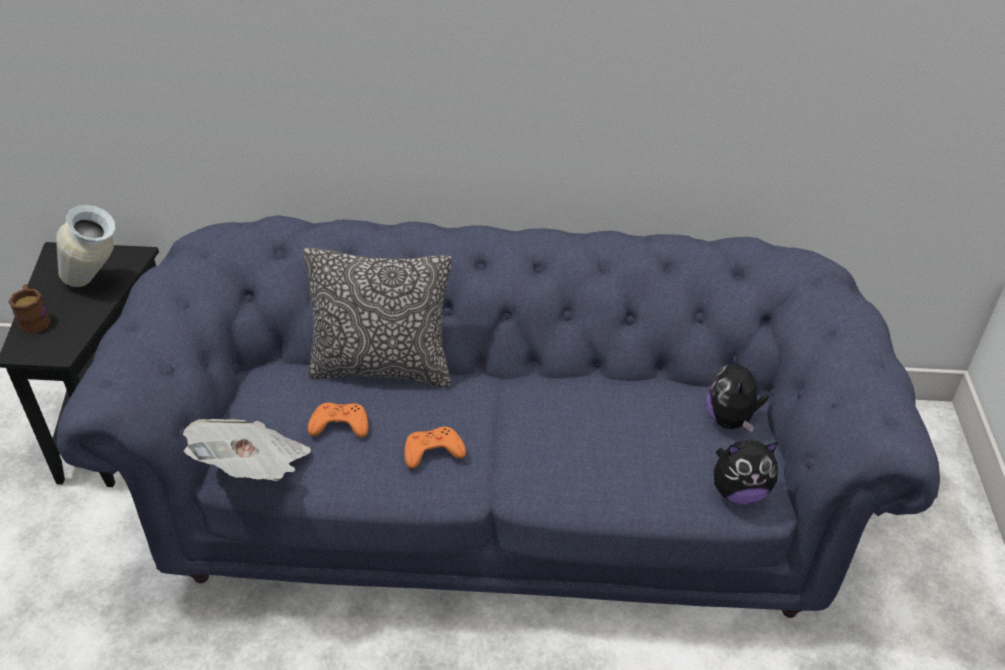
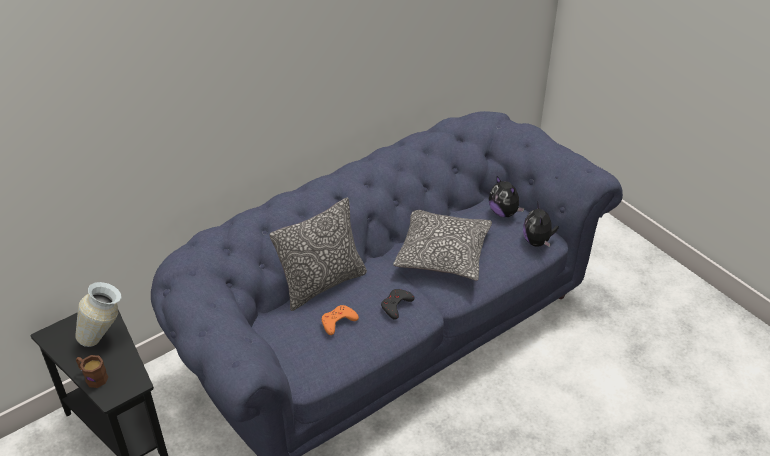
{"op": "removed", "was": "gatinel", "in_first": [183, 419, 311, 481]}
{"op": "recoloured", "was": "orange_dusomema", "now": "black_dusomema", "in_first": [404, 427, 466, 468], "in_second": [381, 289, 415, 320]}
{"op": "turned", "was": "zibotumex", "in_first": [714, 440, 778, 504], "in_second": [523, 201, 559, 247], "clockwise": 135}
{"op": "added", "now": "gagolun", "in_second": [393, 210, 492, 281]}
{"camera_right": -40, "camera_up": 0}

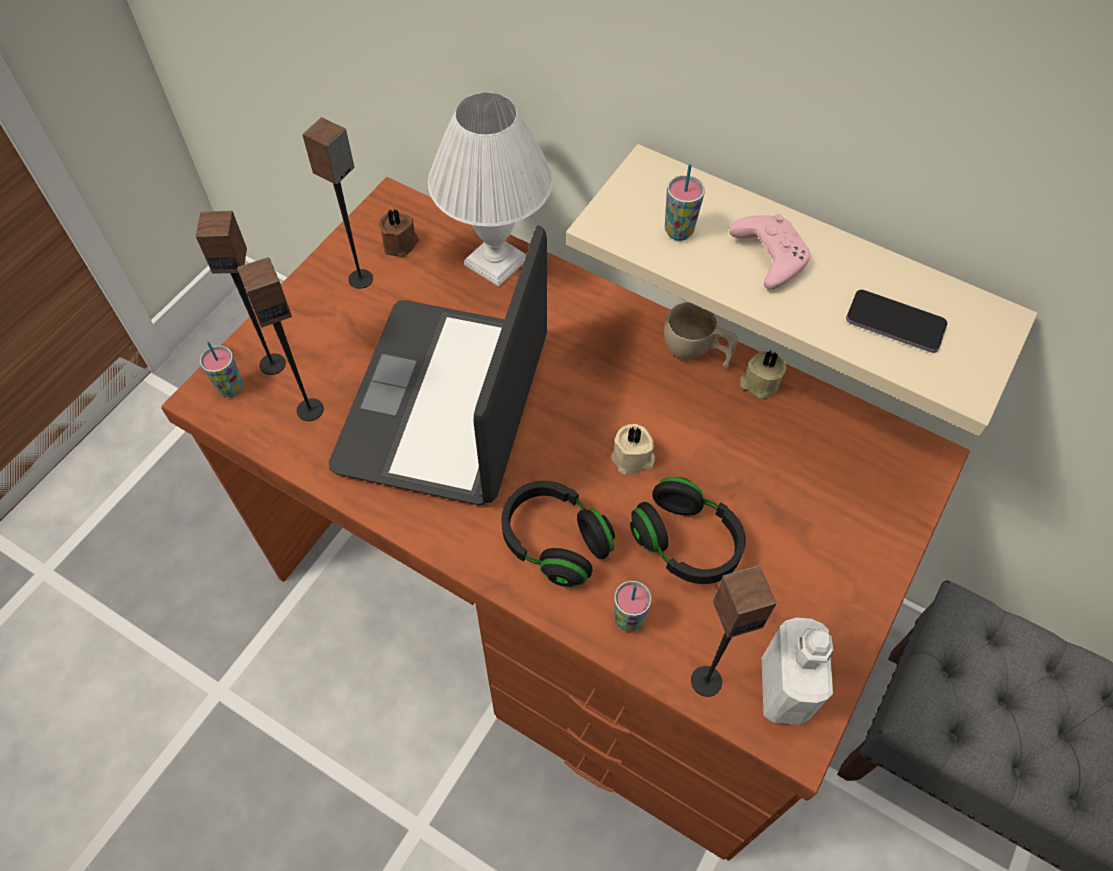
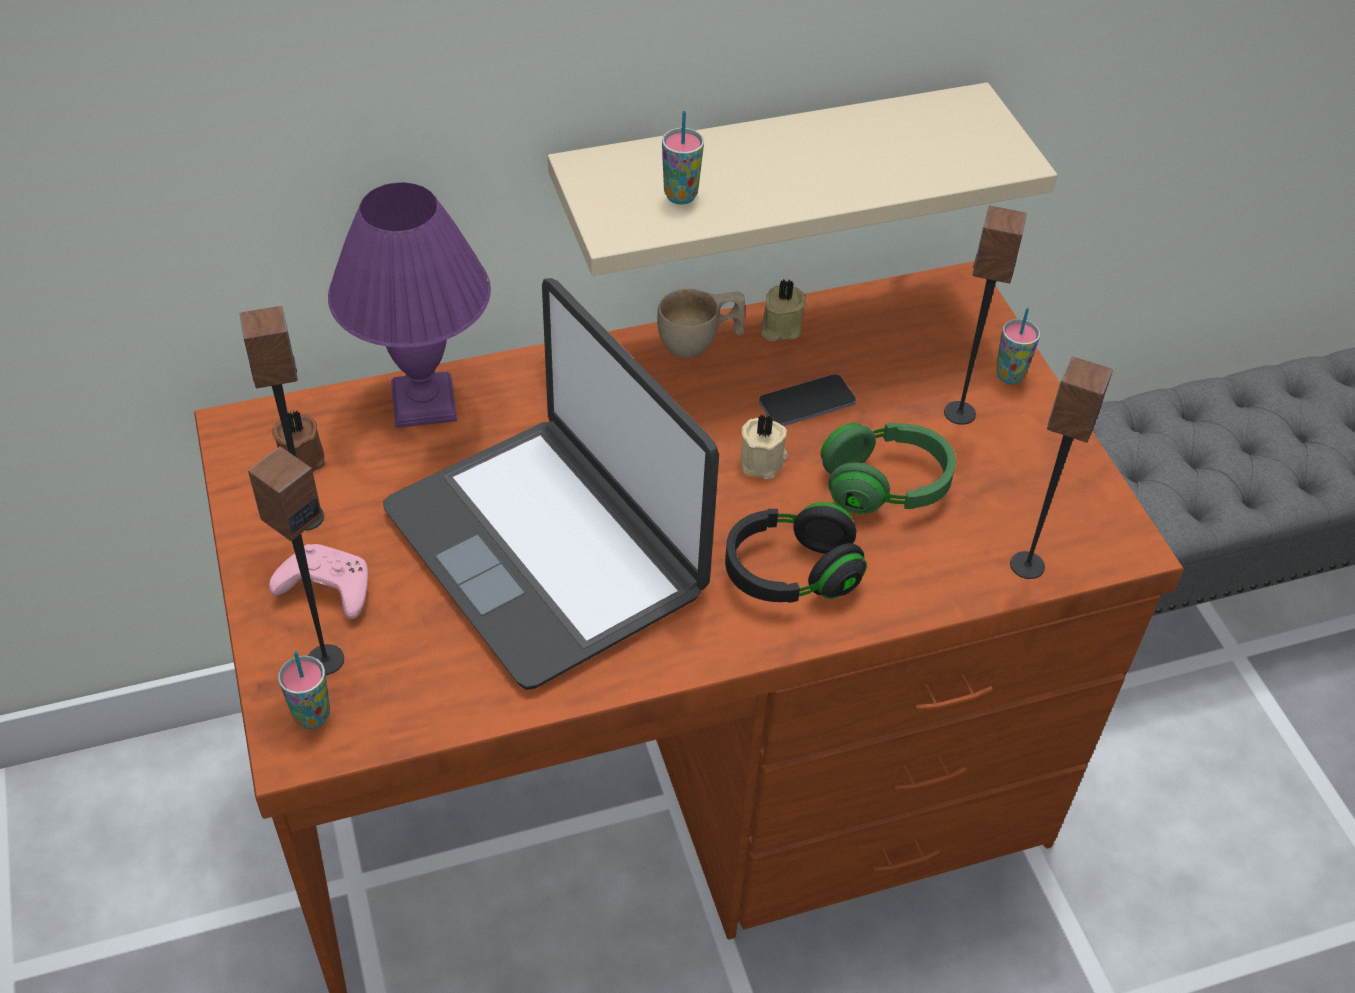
{"op": "moved", "was": "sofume", "in_first": [237, 257, 324, 421], "in_second": [944, 206, 1027, 425]}
{"op": "recoloured", "was": "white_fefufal", "now": "purple_fefufal", "in_first": [428, 93, 553, 287], "in_second": [328, 182, 491, 428]}
{"op": "moved", "was": "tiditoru", "in_first": [614, 581, 652, 632], "in_second": [996, 308, 1040, 384]}
{"op": "recoloured", "was": "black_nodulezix", "now": "green_nodulezix", "in_first": [630, 477, 746, 584], "in_second": [821, 423, 956, 514]}
{"op": "moved", "was": "pink_dusomema", "in_first": [729, 214, 810, 289], "in_second": [269, 544, 368, 619]}
{"op": "removed", "was": "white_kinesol", "in_first": [762, 617, 833, 725]}
{"op": "moved", "was": "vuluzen", "in_first": [846, 290, 947, 353], "in_second": [759, 374, 856, 426]}
{"camera_right": -50, "camera_up": -10}

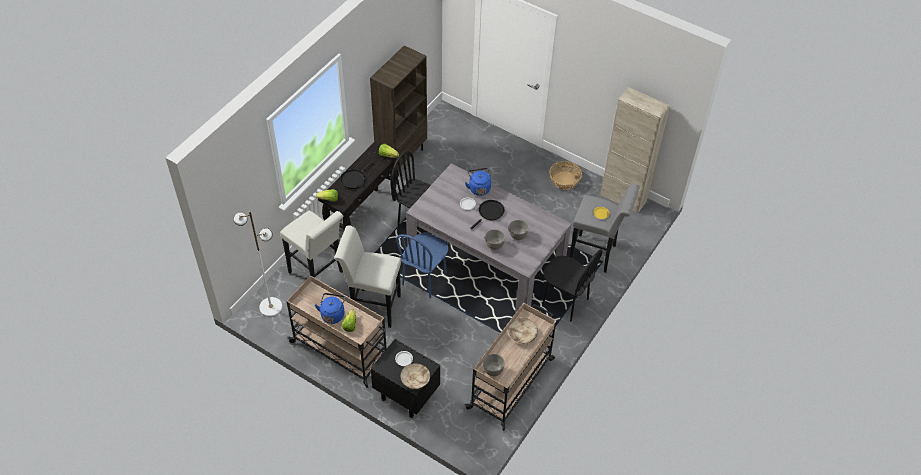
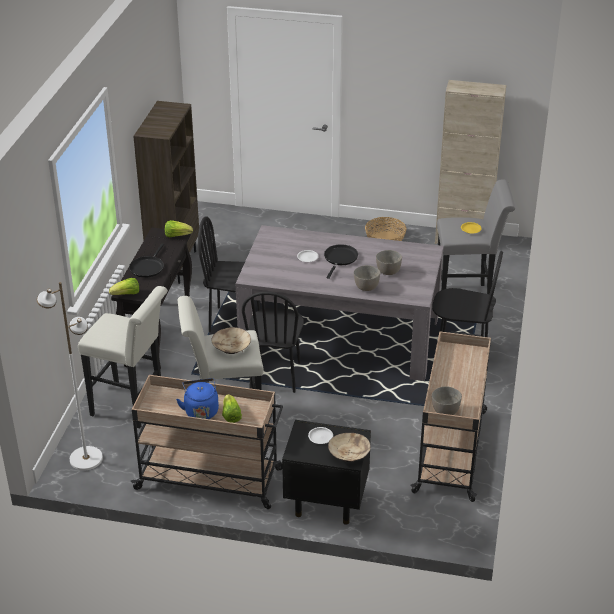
{"op": "recoloured", "was": "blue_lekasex", "now": "black_lekasex", "in_first": [396, 233, 448, 298], "in_second": [242, 291, 304, 393]}
{"op": "removed", "was": "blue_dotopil", "in_first": [465, 168, 491, 196]}
{"op": "moved", "was": "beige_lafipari", "in_first": [509, 318, 538, 344], "in_second": [211, 327, 251, 354]}
{"camera_right": -20, "camera_up": -15}

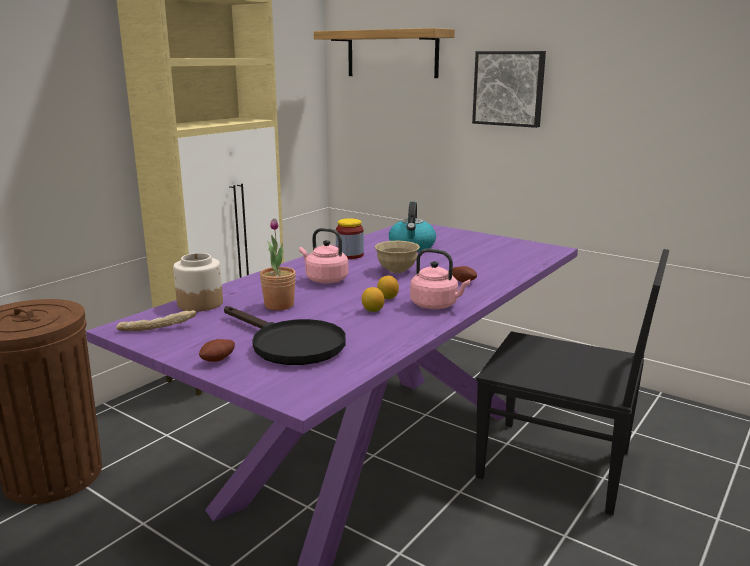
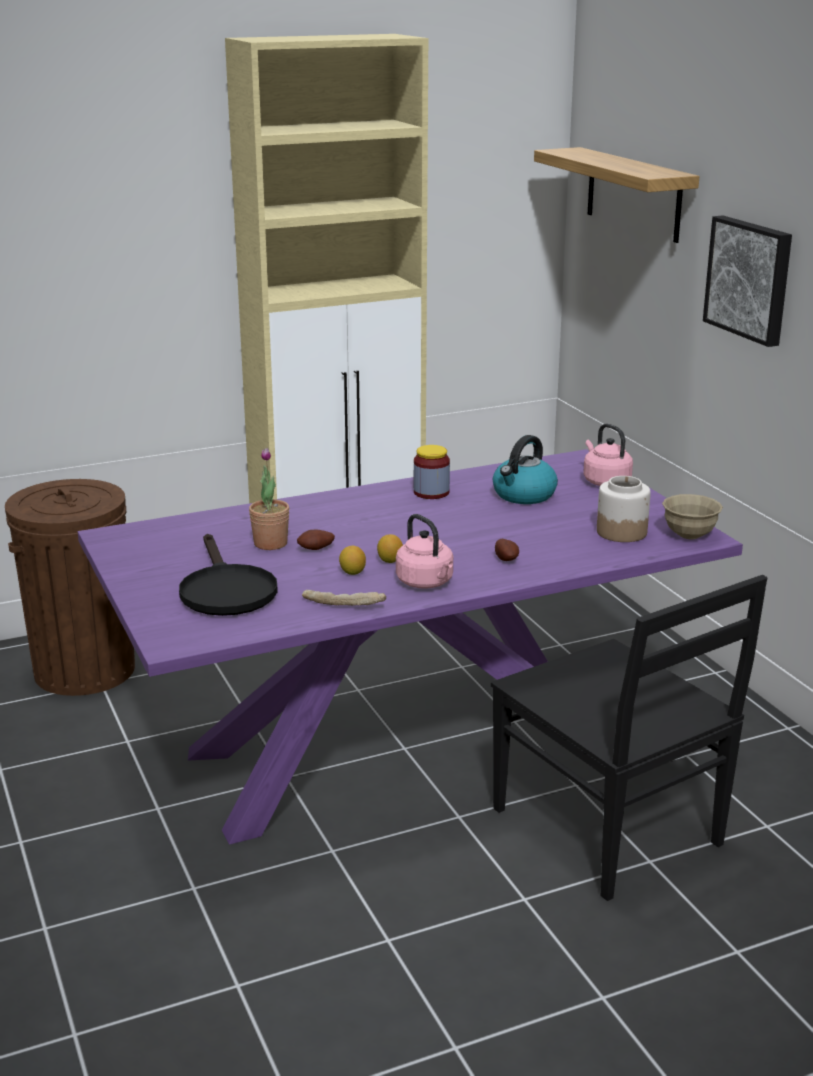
{"op": "moved", "was": "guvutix", "in_first": [116, 310, 196, 331], "in_second": [302, 590, 386, 606]}
{"op": "moved", "was": "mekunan", "in_first": [173, 253, 223, 312], "in_second": [597, 476, 651, 542]}
{"op": "moved", "was": "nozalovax", "in_first": [199, 339, 235, 362], "in_second": [297, 530, 335, 550]}
{"op": "moved", "was": "pink_dotopil", "in_first": [299, 228, 348, 283], "in_second": [583, 423, 633, 486]}
{"op": "moved", "was": "beige_lafipari", "in_first": [375, 240, 420, 273], "in_second": [662, 494, 723, 539]}
{"camera_right": 30, "camera_up": 5}

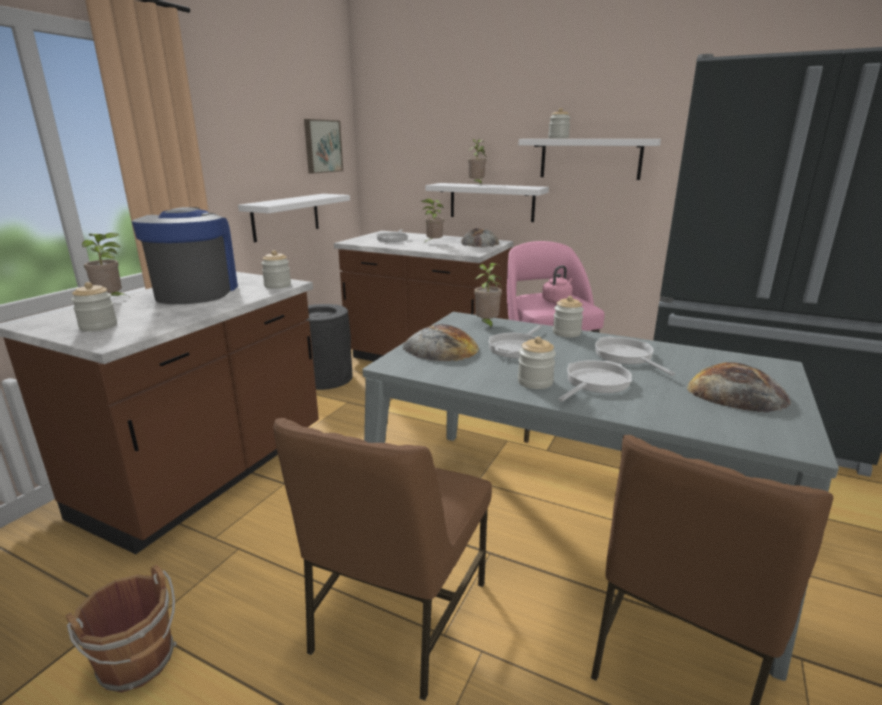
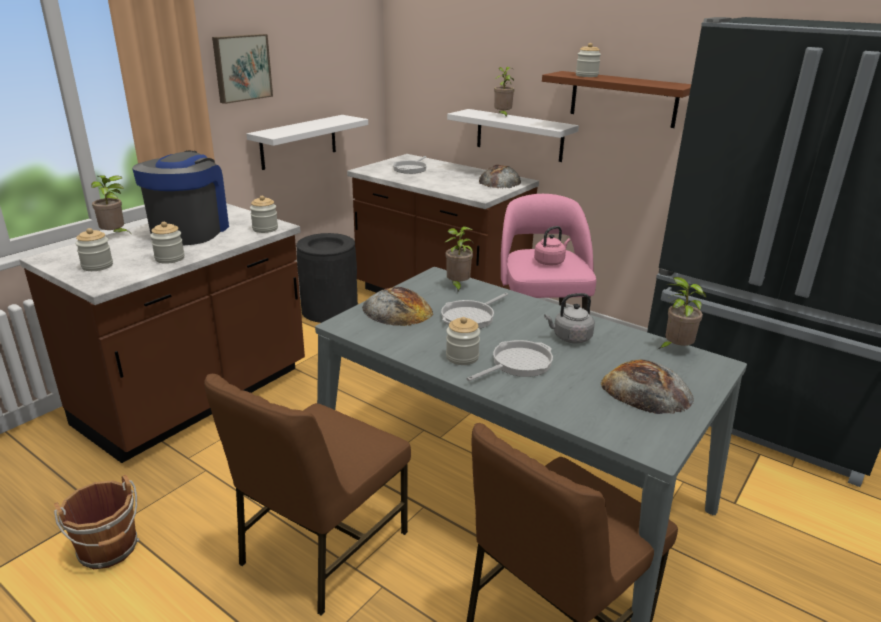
{"op": "moved", "was": "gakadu", "in_first": [304, 119, 343, 174], "in_second": [212, 34, 273, 104]}
{"op": "moved", "was": "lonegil", "in_first": [421, 199, 444, 243], "in_second": [658, 277, 706, 349]}
{"op": "recoloured", "was": "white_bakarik", "now": "brown_bakarik", "in_first": [519, 139, 661, 180], "in_second": [542, 71, 691, 128]}
{"op": "moved", "was": "mekunan", "in_first": [553, 296, 584, 337], "in_second": [150, 222, 185, 264]}
{"op": "replaced", "was": "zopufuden", "now": "grey_dotopil", "in_first": [595, 336, 675, 376], "in_second": [544, 293, 595, 343]}
{"camera_right": 10, "camera_up": 5}

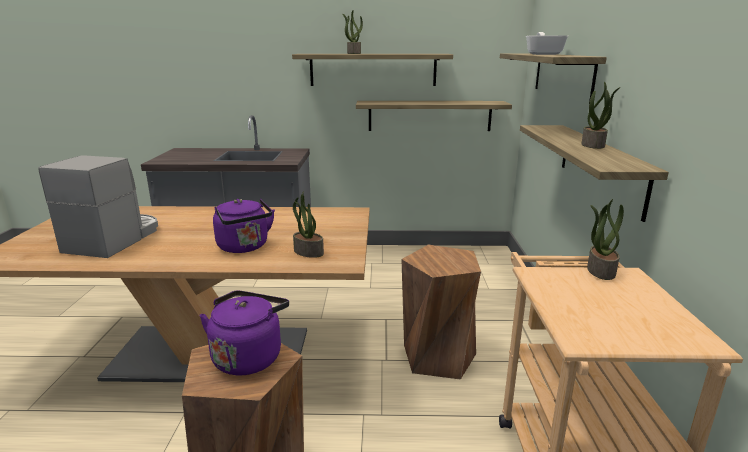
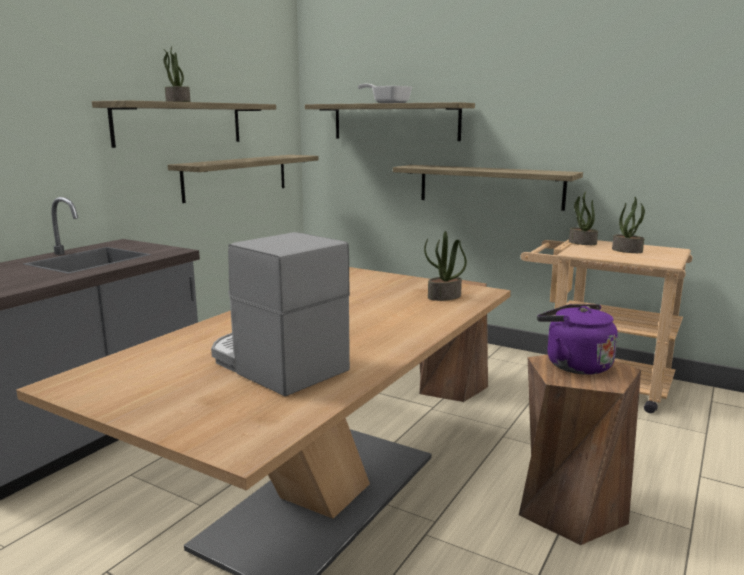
{"op": "removed", "was": "purple_dotopil", "in_first": [213, 199, 275, 253]}
{"op": "moved", "was": "lonegil", "in_first": [581, 82, 621, 149], "in_second": [612, 197, 645, 253]}
{"camera_right": -60, "camera_up": -5}

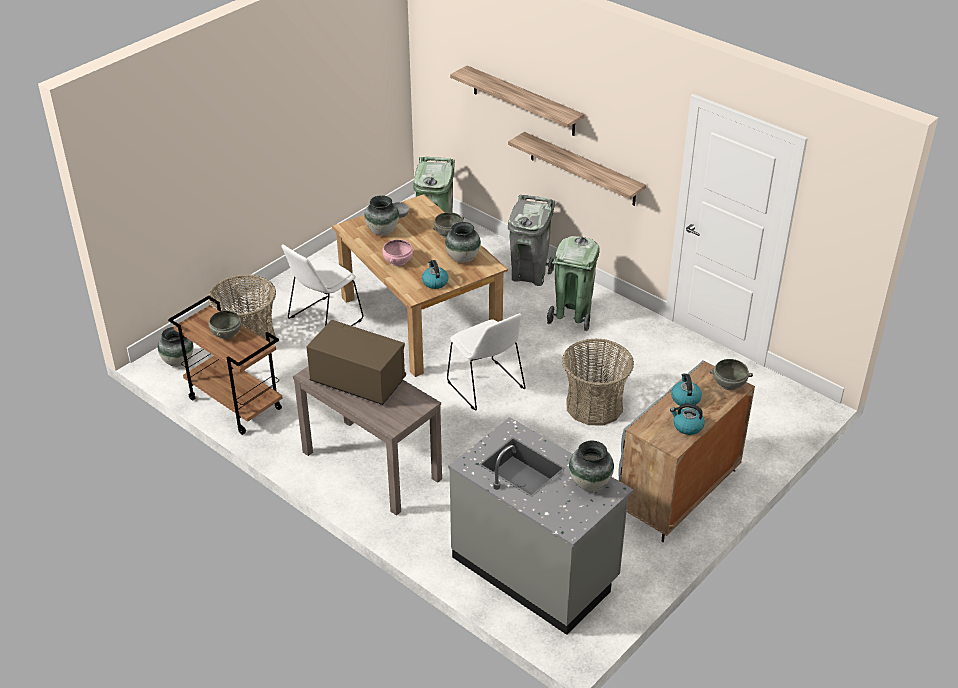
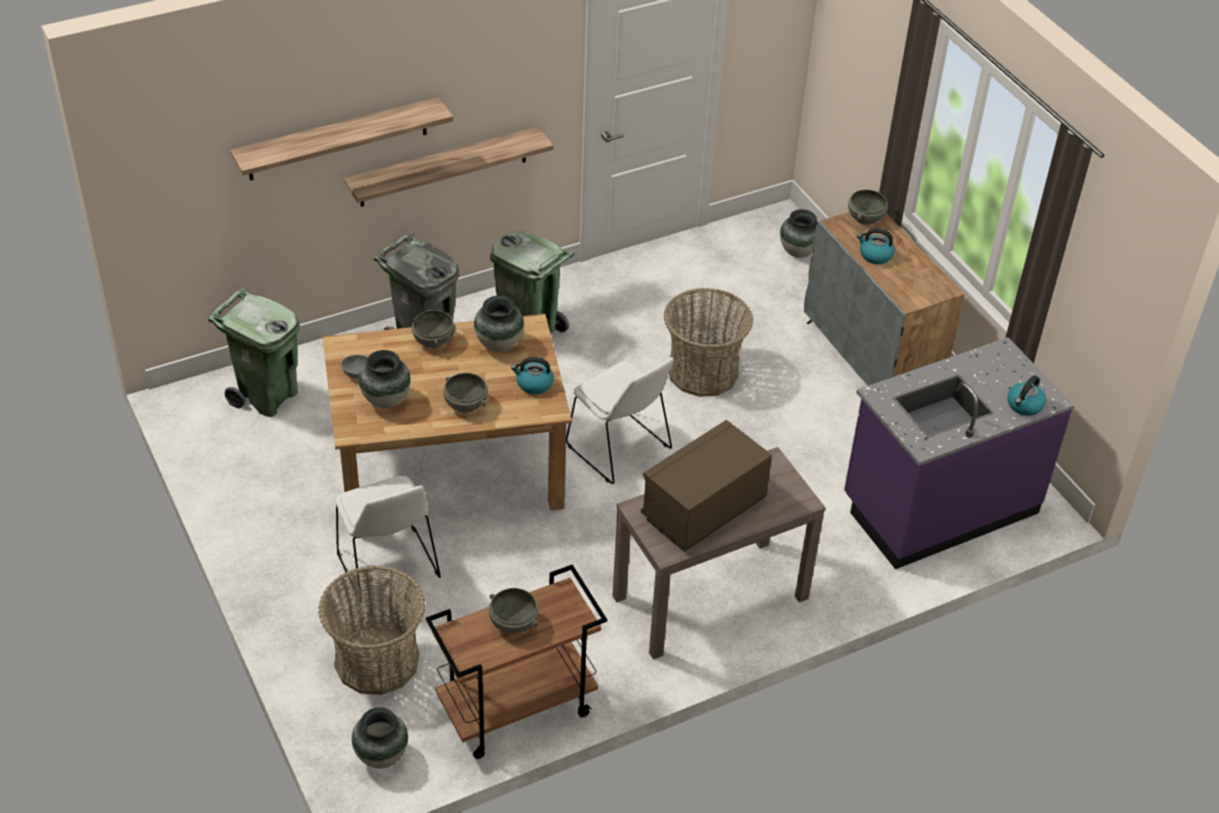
{"op": "recoloured", "was": "pink_lafipari", "now": "grey_lafipari", "in_first": [382, 239, 413, 266], "in_second": [443, 373, 488, 413]}
{"op": "turned", "was": "white_lekasex", "in_first": [447, 313, 525, 410], "in_second": [566, 357, 674, 484], "clockwise": 60}
{"op": "recoloured", "was": "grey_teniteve", "now": "purple_teniteve", "in_first": [448, 417, 633, 635], "in_second": [844, 337, 1074, 569]}
{"op": "moved", "was": "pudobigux", "in_first": [569, 441, 614, 491], "in_second": [780, 209, 817, 258]}
{"op": "moved", "was": "dotopil", "in_first": [670, 403, 705, 435], "in_second": [1007, 375, 1046, 416]}
{"camera_right": -70, "camera_up": 5}

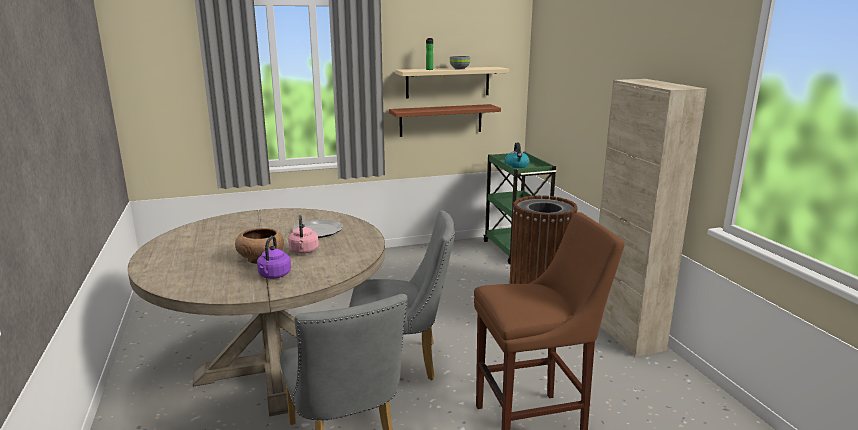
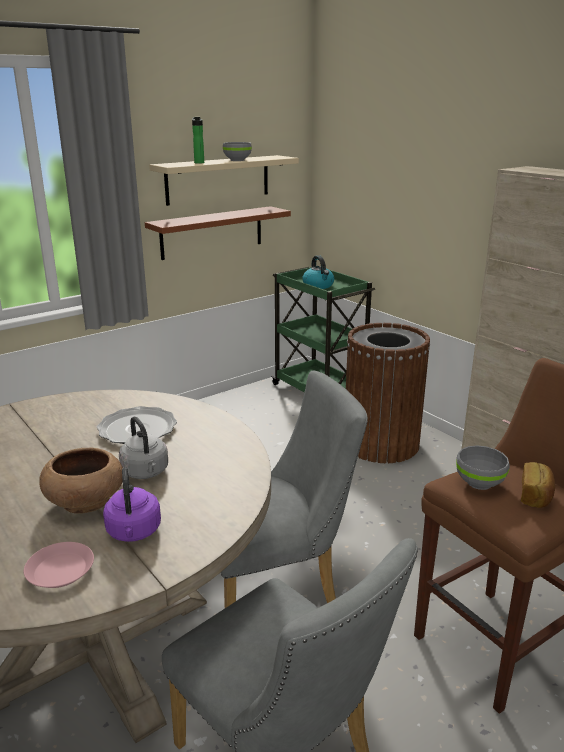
{"op": "recoloured", "was": "pink_dotopil", "now": "grey_dotopil", "in_first": [288, 215, 319, 254], "in_second": [119, 416, 168, 479]}
{"op": "added", "now": "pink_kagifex", "in_second": [24, 542, 94, 588]}
{"op": "added", "now": "grey_lafipari", "in_second": [456, 445, 509, 490]}
{"op": "added", "now": "guvutix", "in_second": [521, 462, 555, 508]}
{"camera_right": -20, "camera_up": 5}

